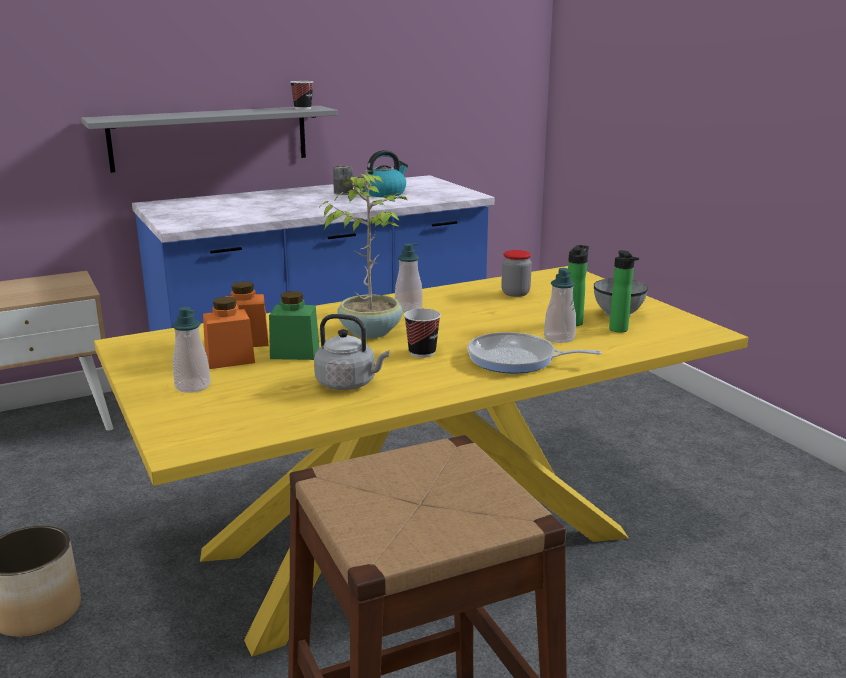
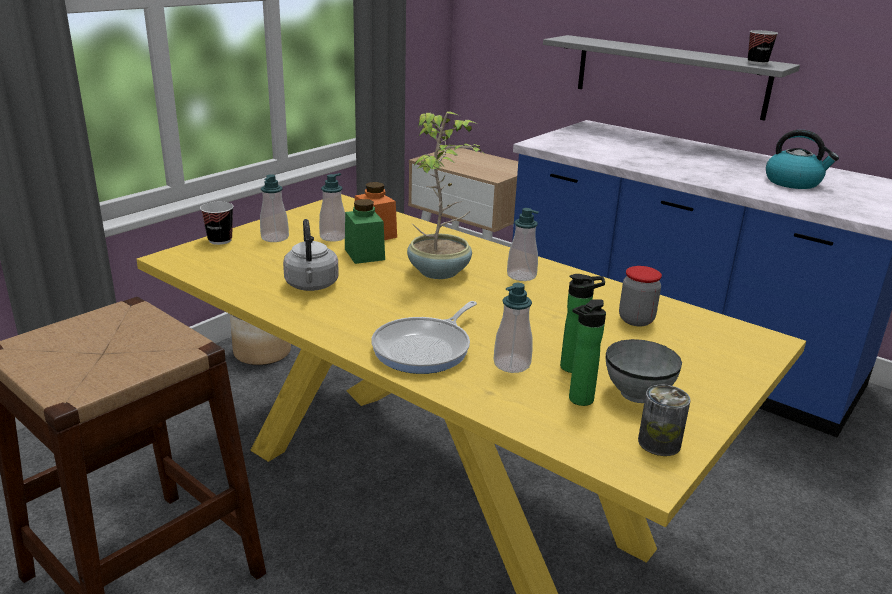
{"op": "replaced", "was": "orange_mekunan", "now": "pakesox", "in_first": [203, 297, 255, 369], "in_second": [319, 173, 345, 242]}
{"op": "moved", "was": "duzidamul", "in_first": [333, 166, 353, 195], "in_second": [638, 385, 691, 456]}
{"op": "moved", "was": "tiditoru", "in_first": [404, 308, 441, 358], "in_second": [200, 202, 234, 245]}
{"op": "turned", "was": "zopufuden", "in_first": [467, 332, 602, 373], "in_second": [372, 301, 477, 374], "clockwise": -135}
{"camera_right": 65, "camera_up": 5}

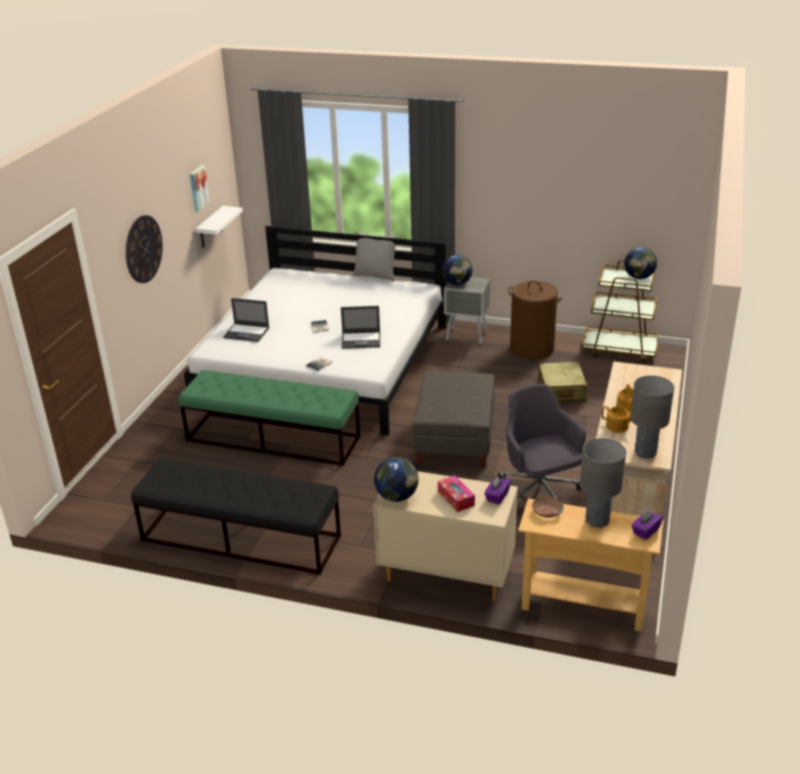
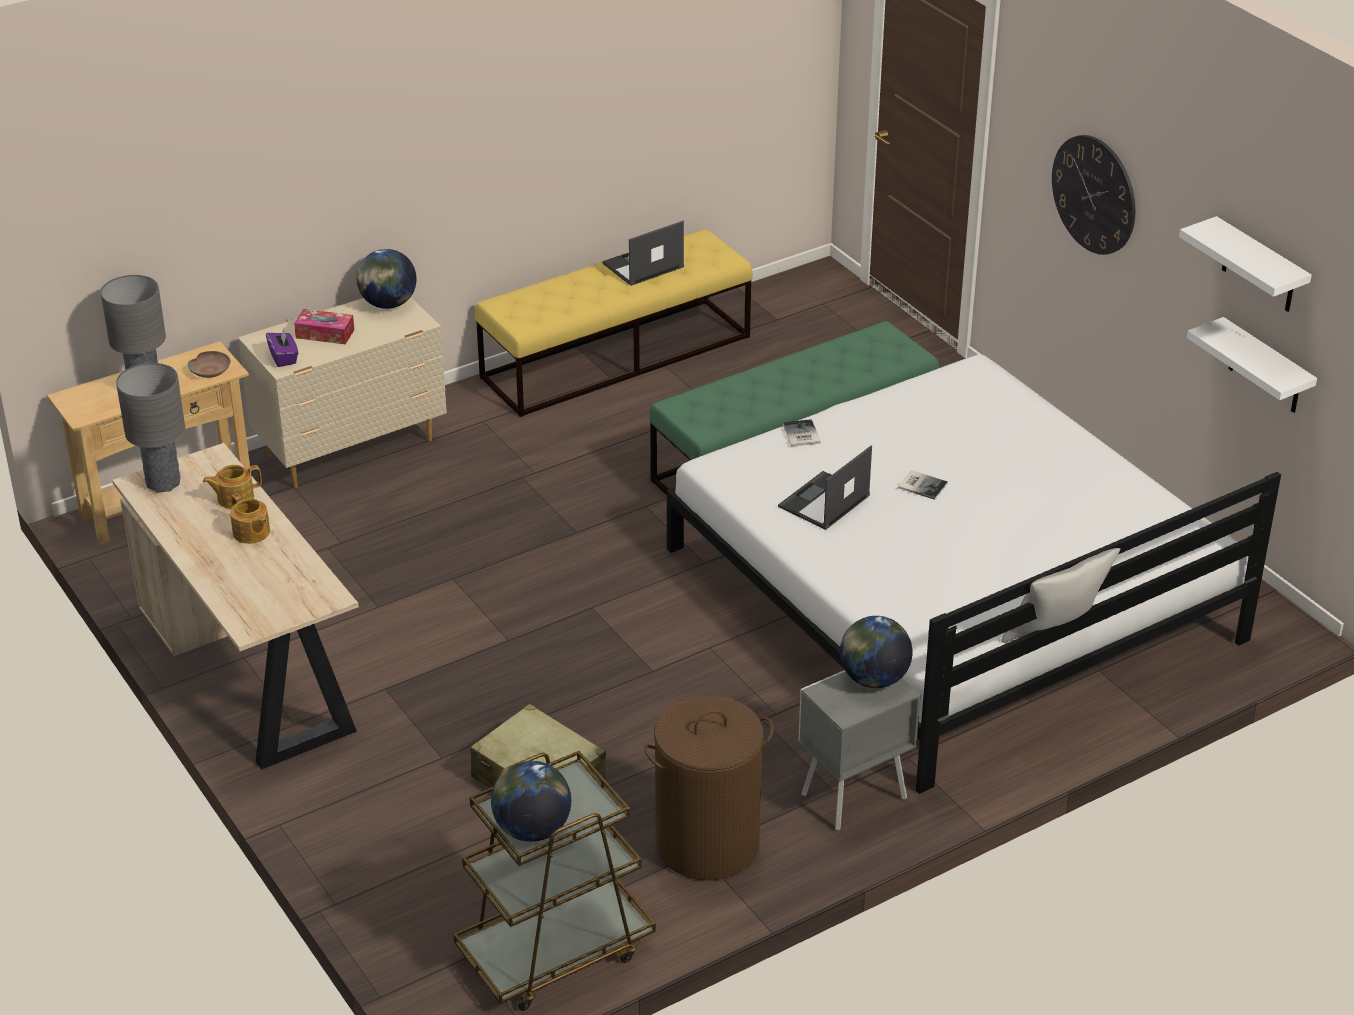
{"op": "recoloured", "was": "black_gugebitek", "now": "yellow_gugebitek", "in_first": [131, 458, 341, 575], "in_second": [475, 229, 753, 417]}
{"op": "replaced", "was": "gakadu", "now": "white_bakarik", "in_first": [190, 165, 210, 212], "in_second": [1179, 216, 1312, 312]}
{"op": "moved", "was": "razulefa", "in_first": [223, 298, 269, 342], "in_second": [602, 221, 684, 286]}
{"op": "removed", "was": "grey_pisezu", "in_first": [413, 371, 495, 467]}
{"op": "removed", "was": "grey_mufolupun", "in_first": [498, 384, 586, 498]}
{"op": "removed", "was": "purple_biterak", "in_first": [632, 509, 663, 540]}
{"camera_right": 130, "camera_up": 5}

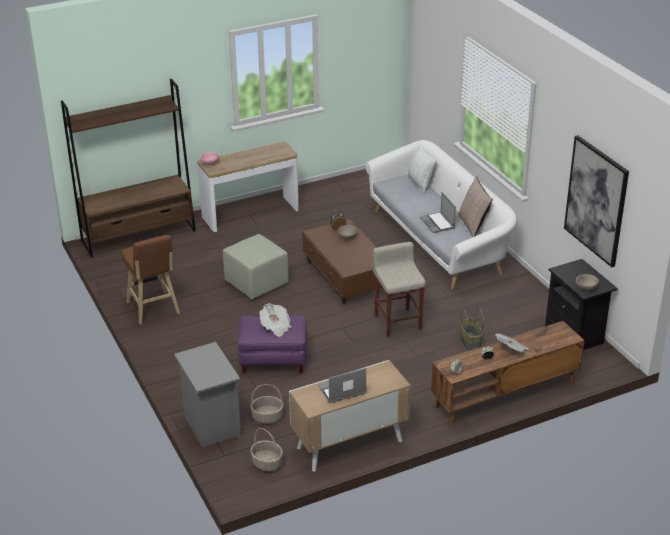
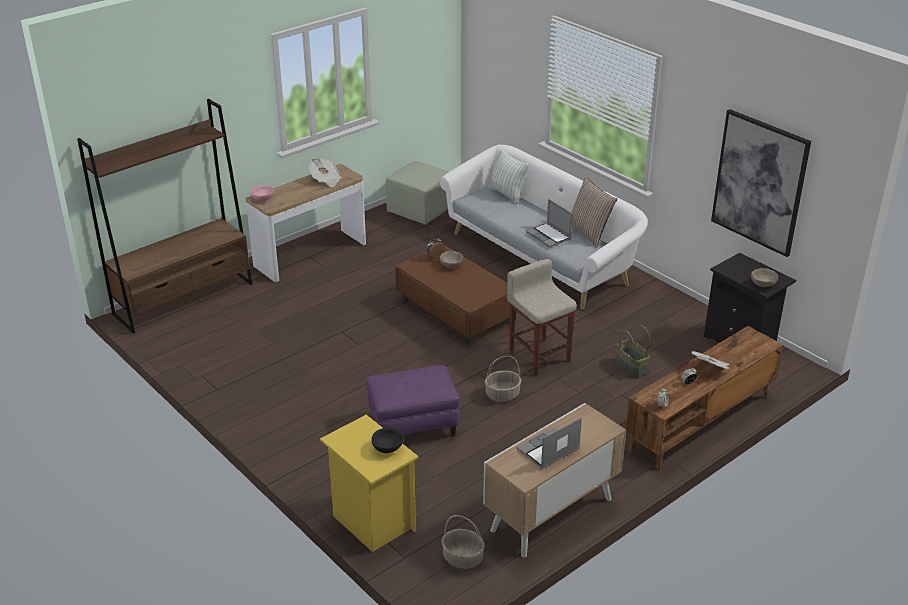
{"op": "removed", "was": "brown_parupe", "in_first": [121, 235, 180, 325]}
{"op": "recoloured", "was": "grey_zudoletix", "now": "yellow_zudoletix", "in_first": [174, 342, 241, 447], "in_second": [320, 415, 419, 552]}
{"op": "moved", "was": "green_pisezu", "in_first": [223, 234, 289, 299], "in_second": [386, 161, 449, 225]}
{"op": "moved", "was": "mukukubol", "in_first": [250, 384, 284, 424], "in_second": [485, 356, 522, 402]}
{"op": "moved", "was": "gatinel", "in_first": [259, 303, 292, 337], "in_second": [308, 158, 342, 187]}
{"op": "added", "now": "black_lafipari", "in_second": [371, 428, 403, 453]}
{"camera_right": -15, "camera_up": 0}

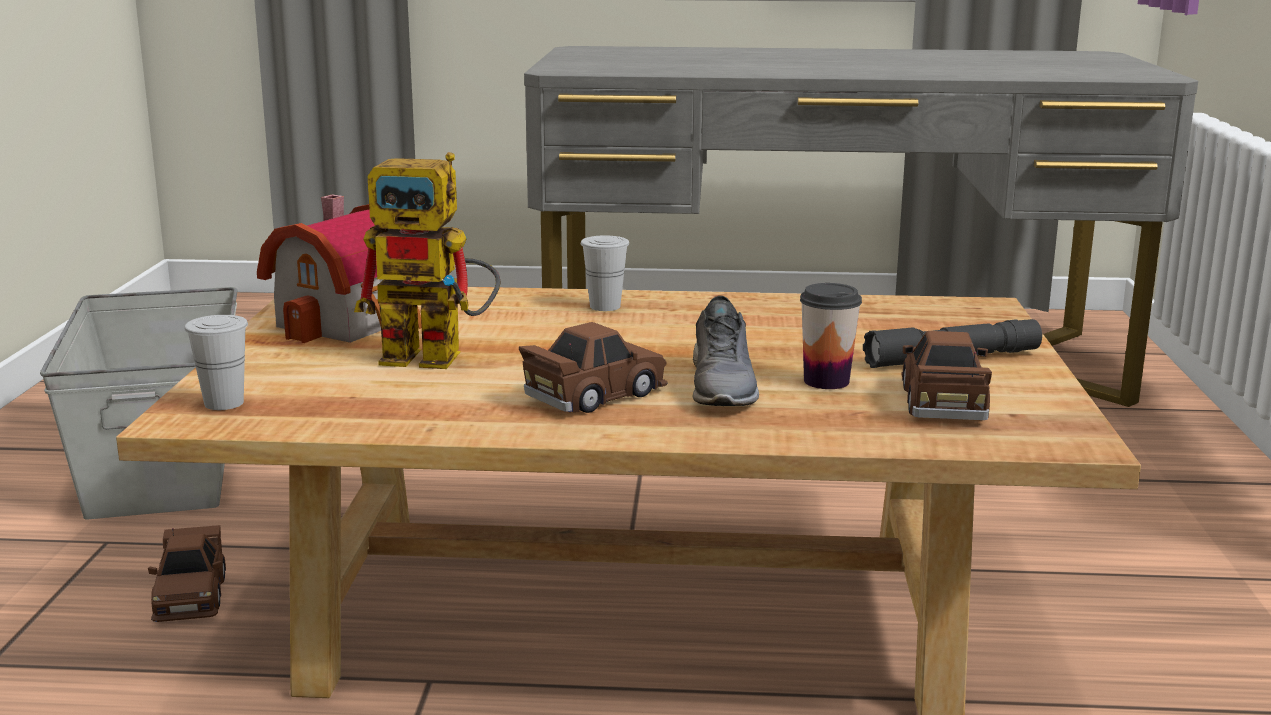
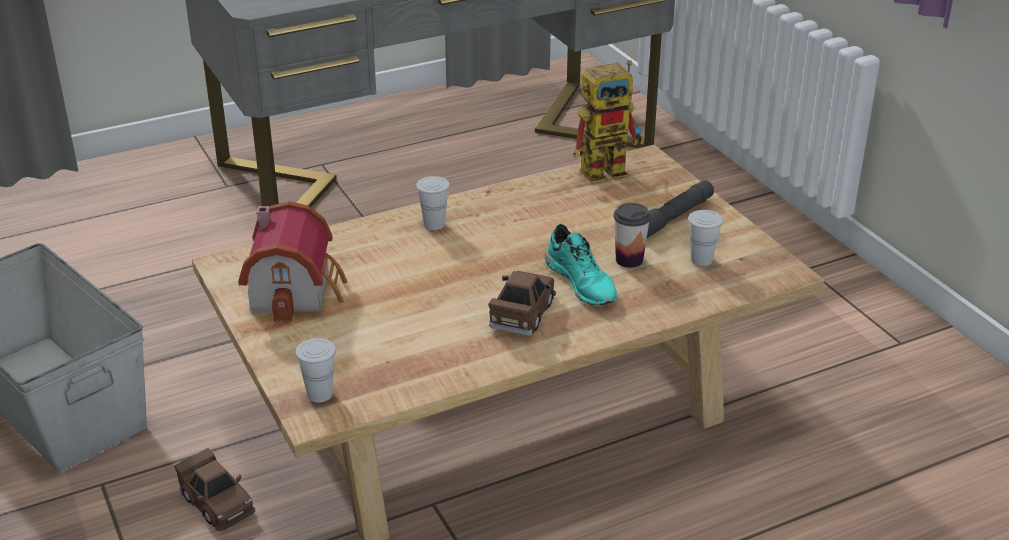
{"op": "moved", "was": "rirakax", "in_first": [354, 152, 500, 369], "in_second": [573, 60, 645, 184]}
{"op": "recoloured", "was": "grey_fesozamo", "now": "turquoise_fesozamo", "in_first": [692, 296, 759, 406], "in_second": [545, 224, 617, 305]}
{"op": "replaced", "was": "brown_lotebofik", "now": "white_tiditoru", "in_first": [901, 331, 992, 420], "in_second": [688, 210, 723, 266]}
{"camera_right": -30, "camera_up": 15}

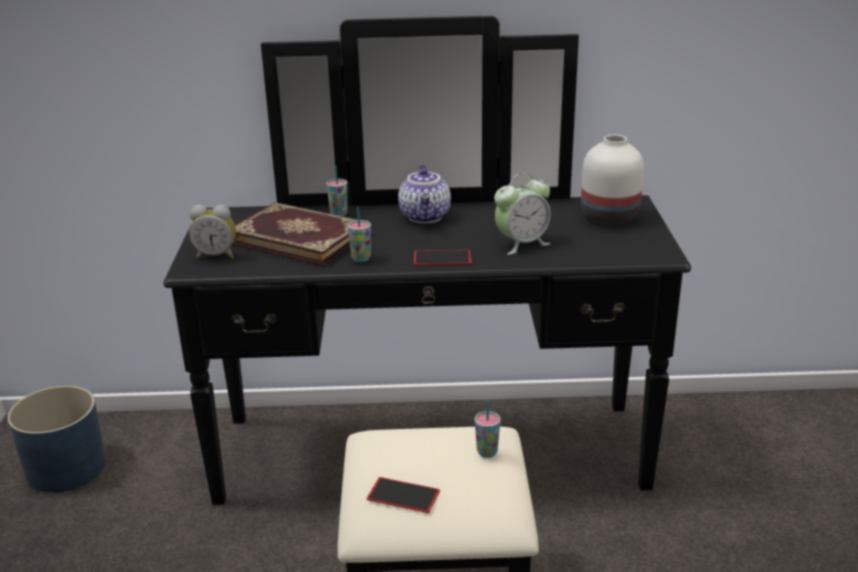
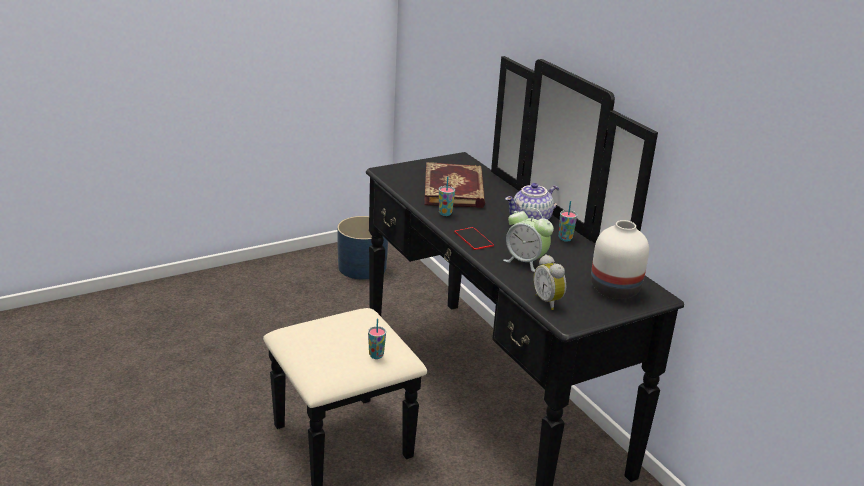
{"op": "moved", "was": "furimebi", "in_first": [189, 205, 236, 259], "in_second": [534, 254, 566, 310]}
{"op": "moved", "was": "tiditoru", "in_first": [326, 166, 348, 216], "in_second": [559, 201, 578, 242]}
{"op": "removed", "was": "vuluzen", "in_first": [367, 477, 440, 513]}
{"camera_right": 60, "camera_up": 0}

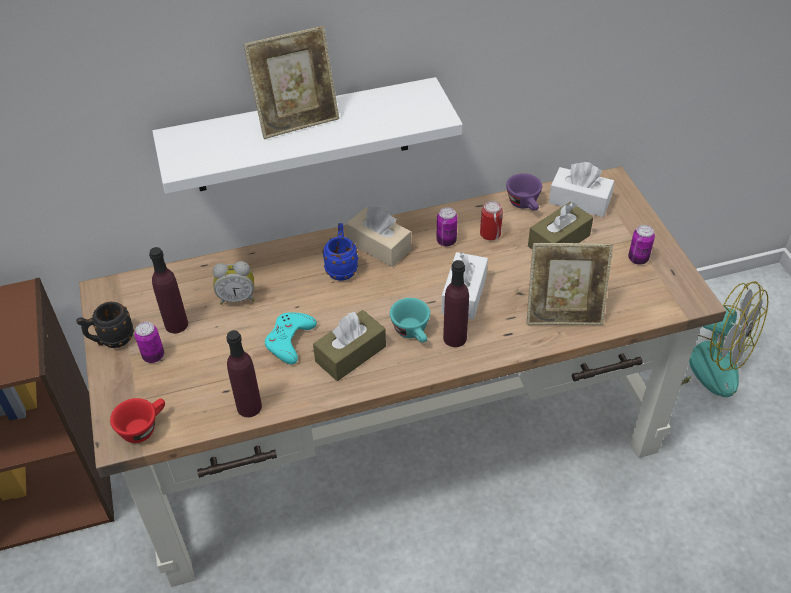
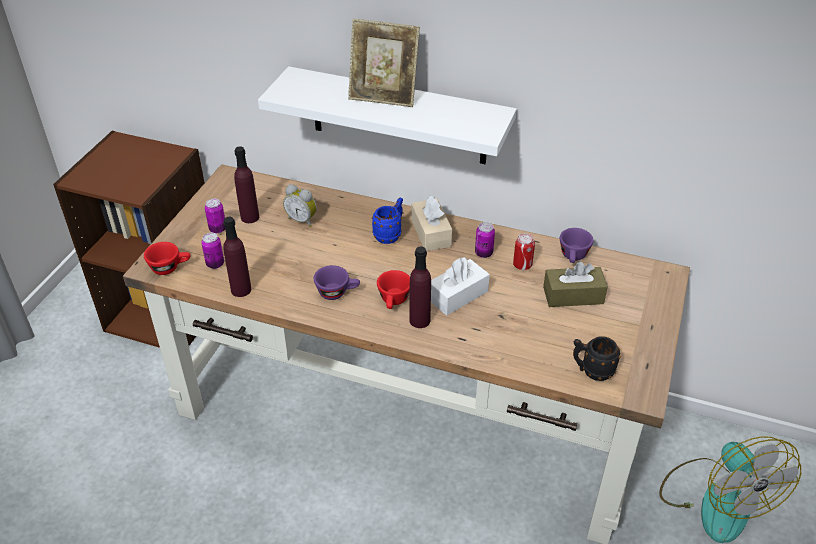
{"op": "moved", "was": "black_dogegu", "in_first": [76, 302, 134, 348], "in_second": [573, 336, 621, 381]}
{"op": "removed", "was": "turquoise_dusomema", "in_first": [265, 312, 317, 364]}
{"op": "replaced", "was": "brown_biterak", "now": "purple_tiditoru", "in_first": [313, 310, 386, 381], "in_second": [314, 265, 360, 300]}
{"op": "recoloured", "was": "turquoise_tiditoru", "now": "red_tiditoru", "in_first": [390, 298, 430, 342], "in_second": [377, 270, 410, 309]}
{"op": "removed", "was": "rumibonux", "in_first": [527, 243, 613, 325]}
{"op": "removed", "was": "white_biterak", "in_first": [549, 162, 614, 217]}
{"op": "moved", "was": "duzidamul", "in_first": [628, 225, 655, 265], "in_second": [201, 233, 224, 269]}
{"camera_right": 35, "camera_up": -5}

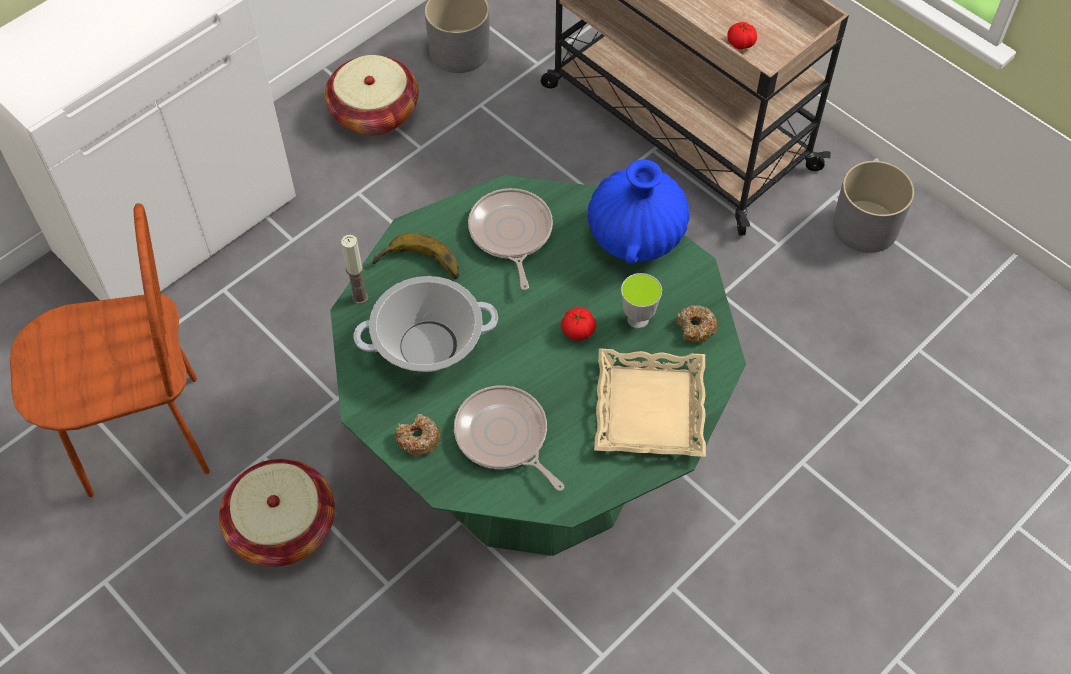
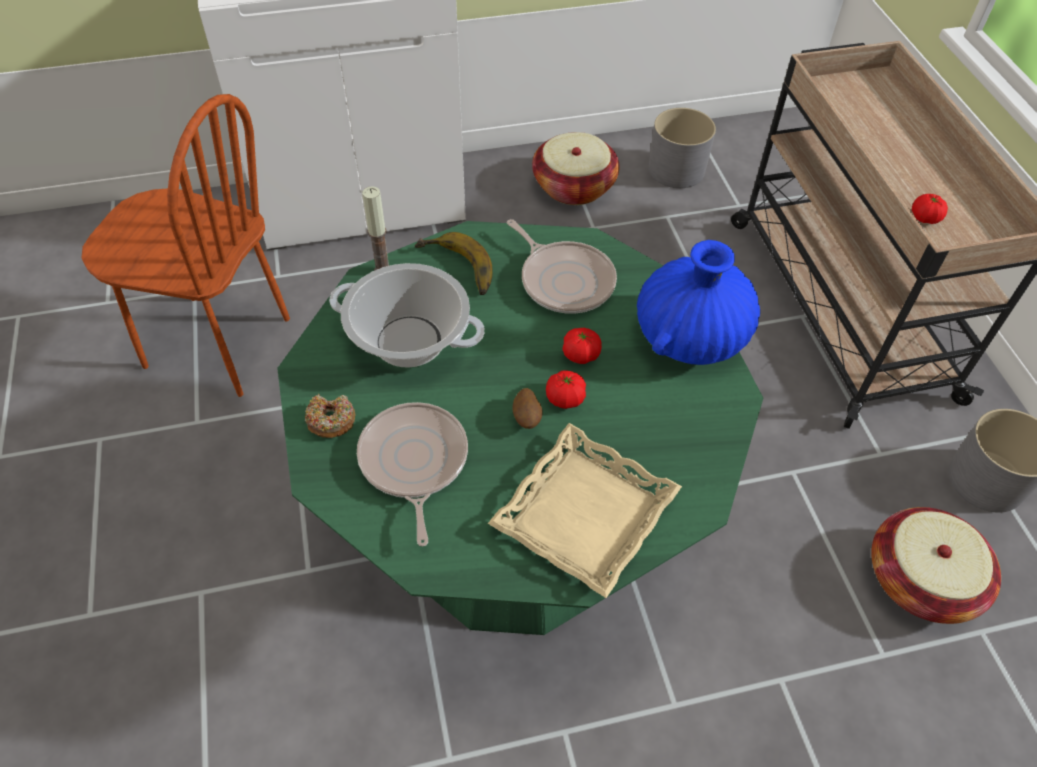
{"op": "moved", "was": "mukukubol", "in_first": [219, 459, 335, 567], "in_second": [871, 507, 1001, 624]}
{"op": "turned", "was": "zopufuden", "in_first": [468, 188, 553, 290], "in_second": [507, 219, 617, 314], "clockwise": 120}
{"op": "removed", "was": "tiditoru", "in_first": [621, 273, 662, 329]}
{"op": "removed", "was": "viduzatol", "in_first": [676, 305, 717, 343]}
{"op": "added", "now": "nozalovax", "in_second": [512, 388, 543, 429]}
{"op": "added", "now": "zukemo", "in_second": [562, 328, 602, 364]}
{"camera_right": 30, "camera_up": -5}

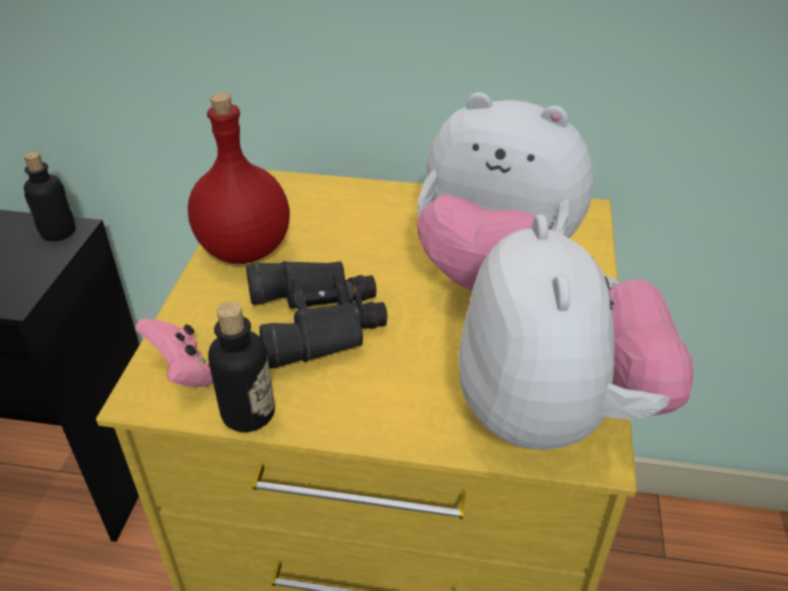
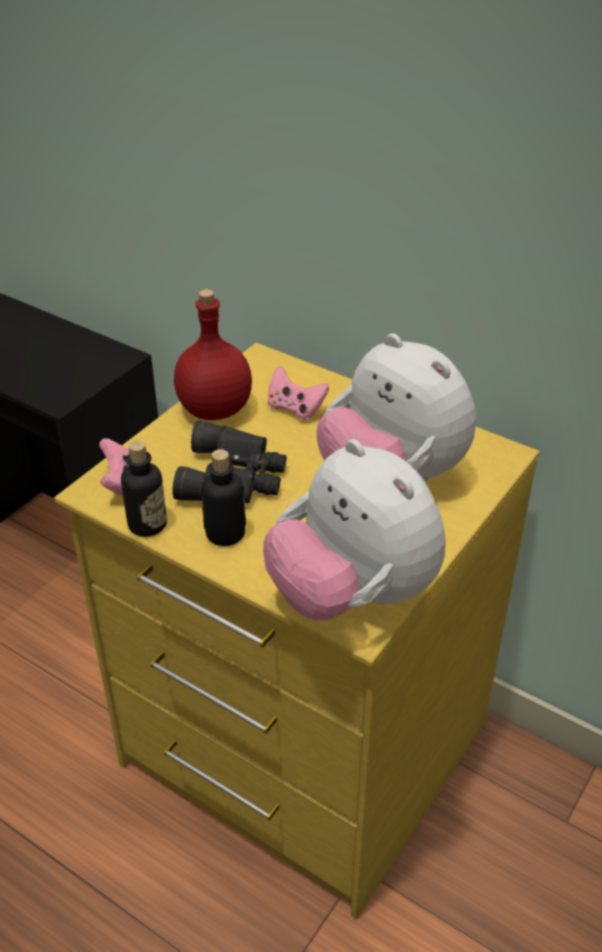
{"op": "moved", "was": "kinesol", "in_first": [24, 152, 76, 241], "in_second": [201, 449, 246, 546]}
{"op": "turned", "was": "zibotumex", "in_first": [458, 215, 693, 450], "in_second": [263, 439, 446, 620], "clockwise": 120}
{"op": "added", "now": "pink_dusomema", "in_second": [268, 366, 329, 420]}
{"camera_right": 25, "camera_up": 0}

